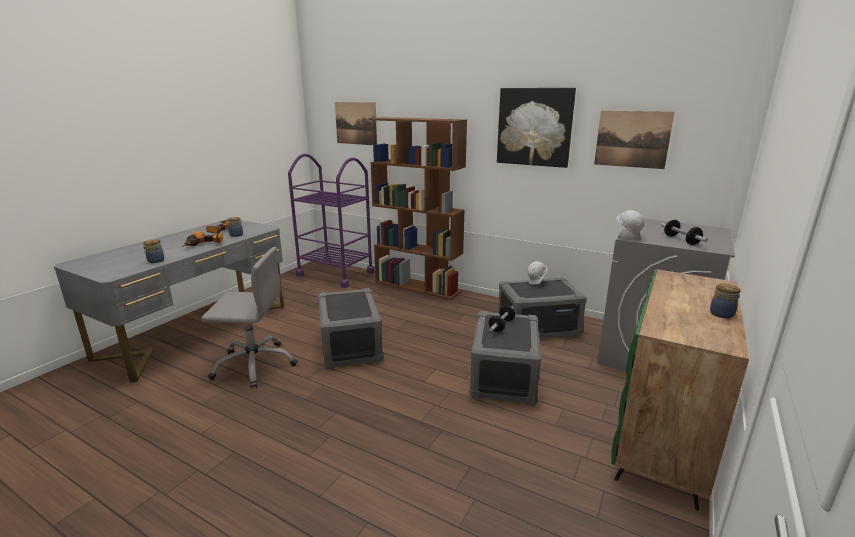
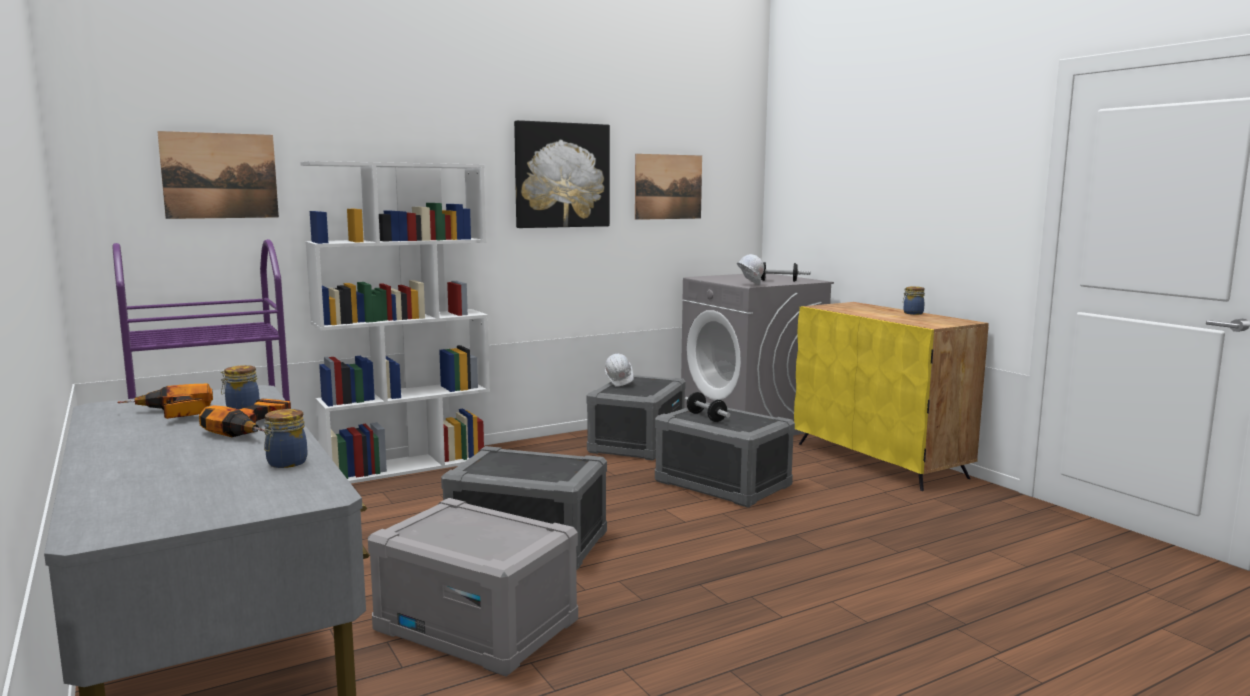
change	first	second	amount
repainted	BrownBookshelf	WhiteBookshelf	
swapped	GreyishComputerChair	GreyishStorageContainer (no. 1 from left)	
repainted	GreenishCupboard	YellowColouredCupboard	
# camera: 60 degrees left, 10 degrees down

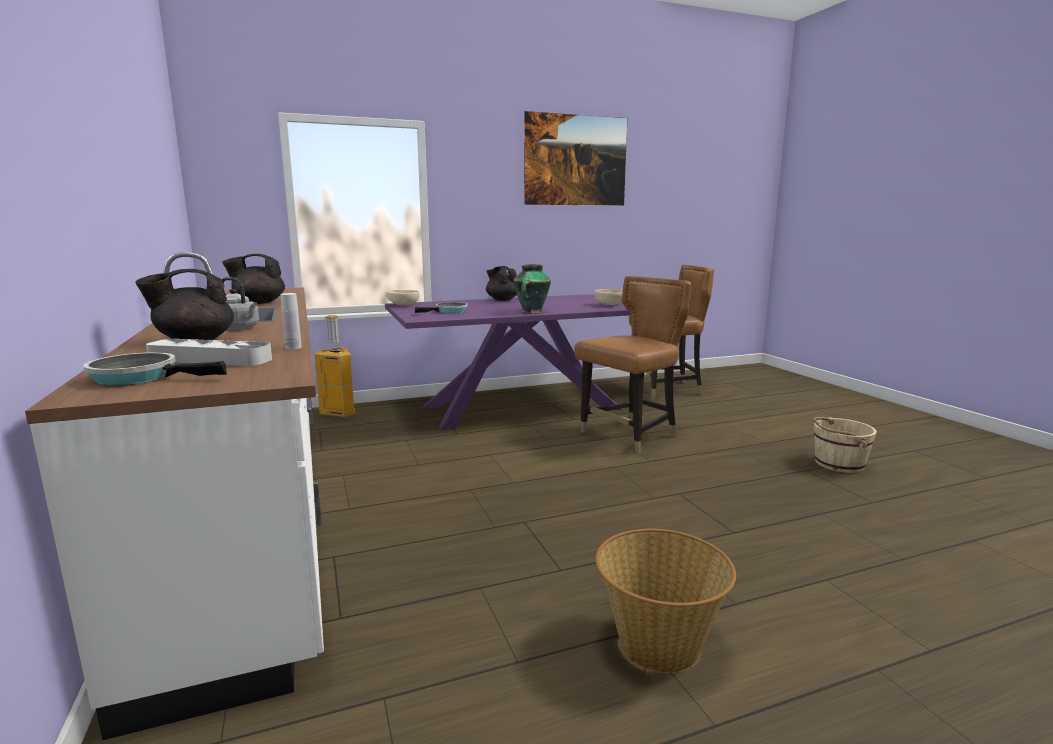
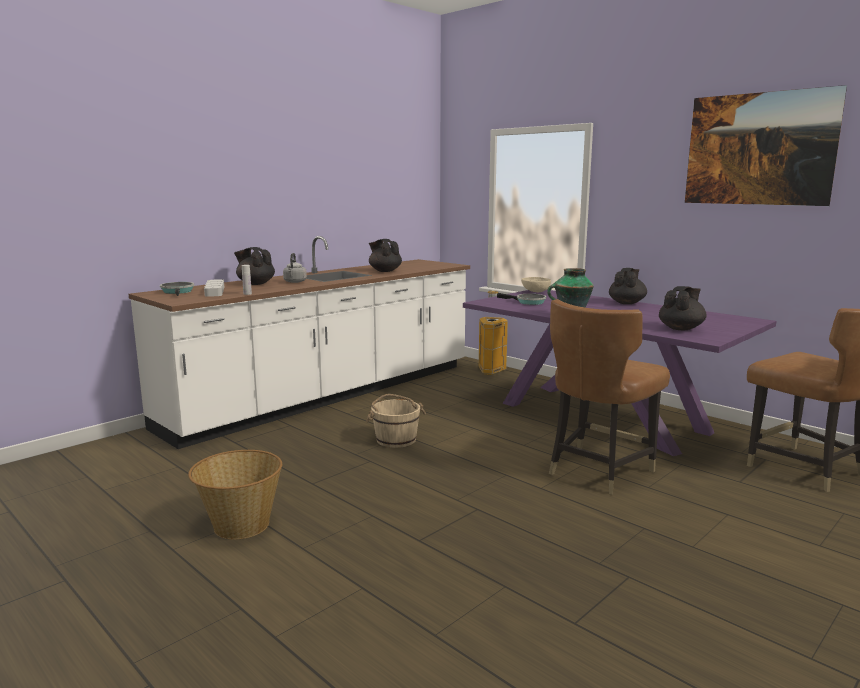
change	first	second	amount
shifted	BeigeWaterBucket		
rotated	BrownPlainChair (no. 1 from left)		105 degrees clockwise
swapped	BeigeServingBowl (no. 2 from left)	BlackColouredPotForTea (no. 4 from left)	
# camera: 65 degrees right, 0 degrees up

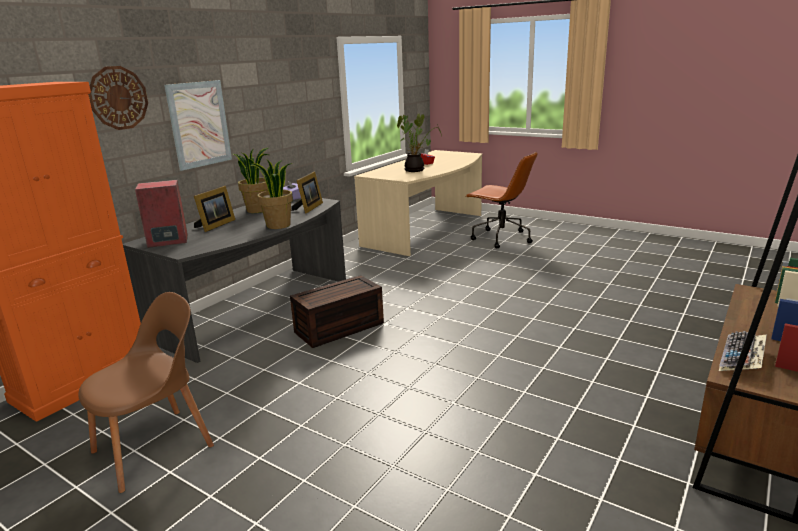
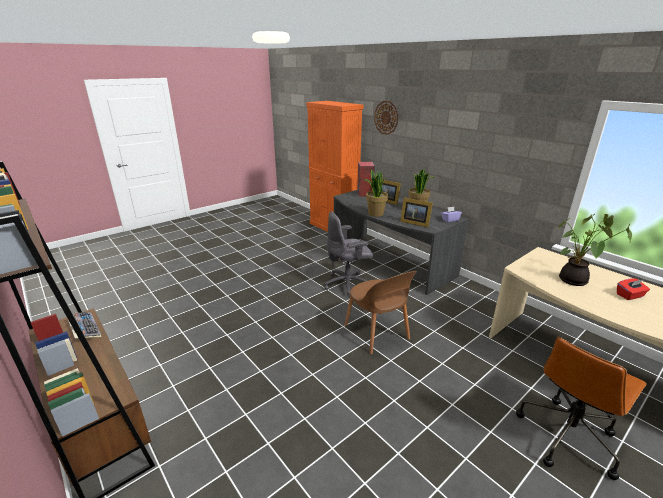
change	first	second	amount
swapped	BrownStorageContainer	GreyishComputerChair	
shifted	BrownPlainChair		
gone	Picture		
# camera: 105 degrees right, 5 degrees up

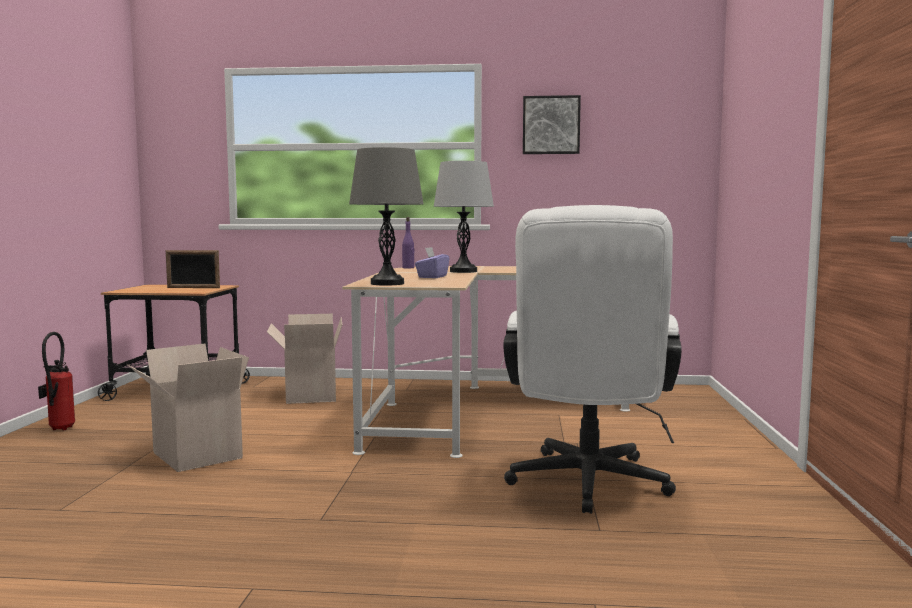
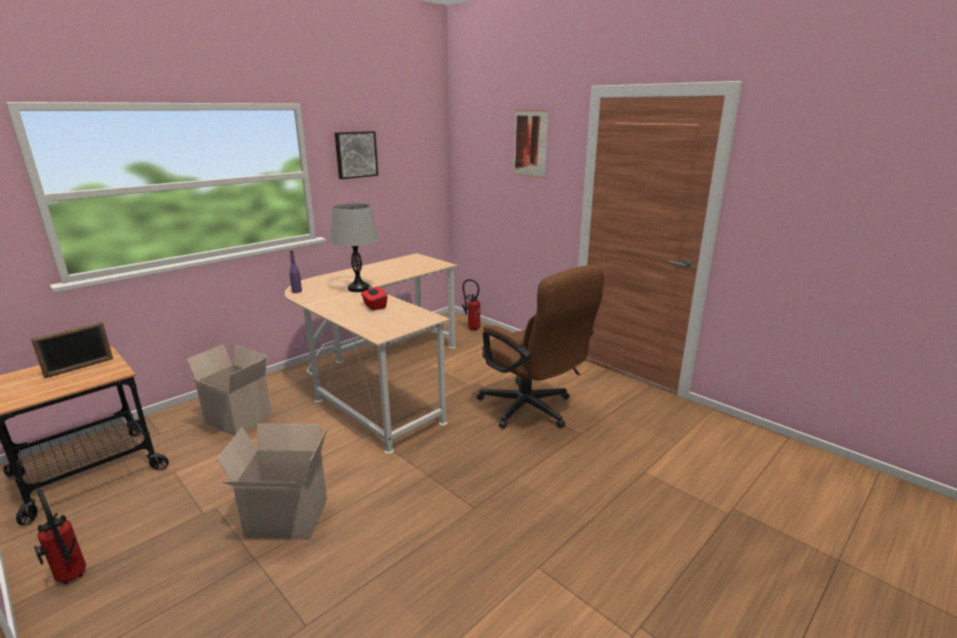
change	first	second	amount
repainted	PurplishTissueHolder	RedColouredTissueHolder	
new		FireFightingCylinder (no. 2 from left)	
repainted	WhiteComputerChair	BrownComputerChair	
new		Picture (no. 2 from left)	
gone	GreyishTableLamp (no. 1 from left)		
# camera: 50 degrees left, 15 degrees up

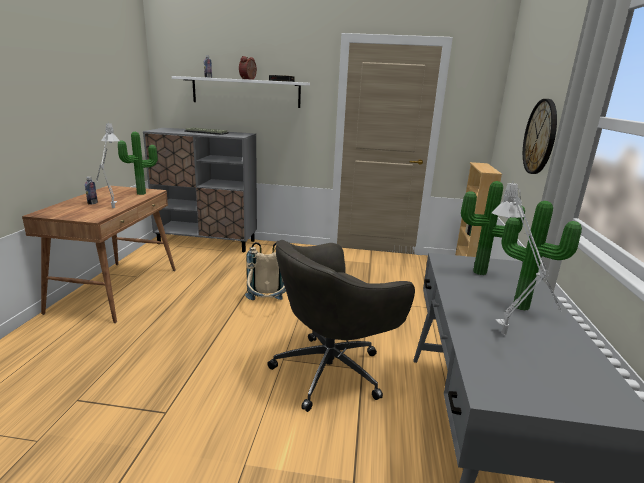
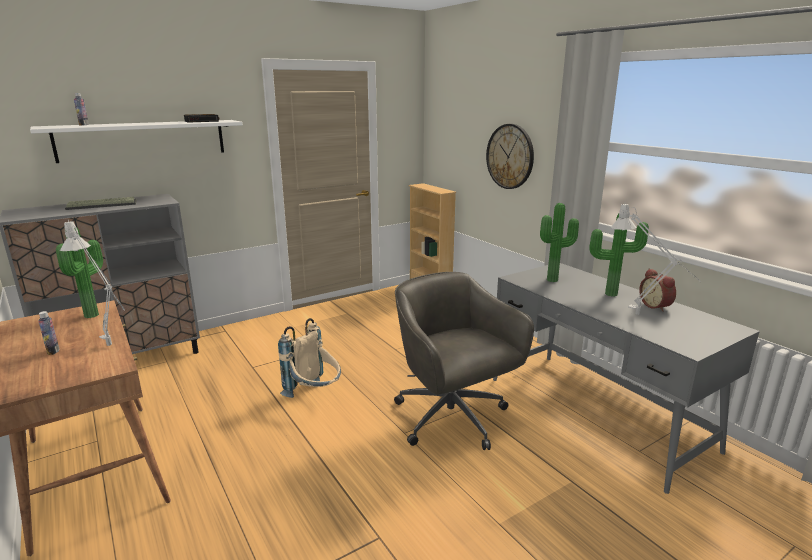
change	first	second	amount
rotated	GreyishComputerChair		135 degrees clockwise
shifted	BedsideClock (no. 1 from left in the first image)	BedsideClock (no. 2 from left)	
# camera: 40 degrees left, 0 degrees up

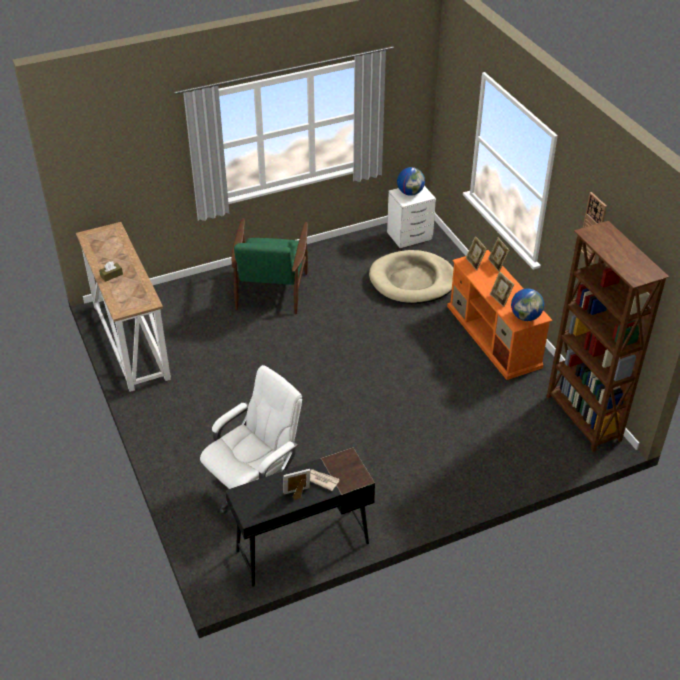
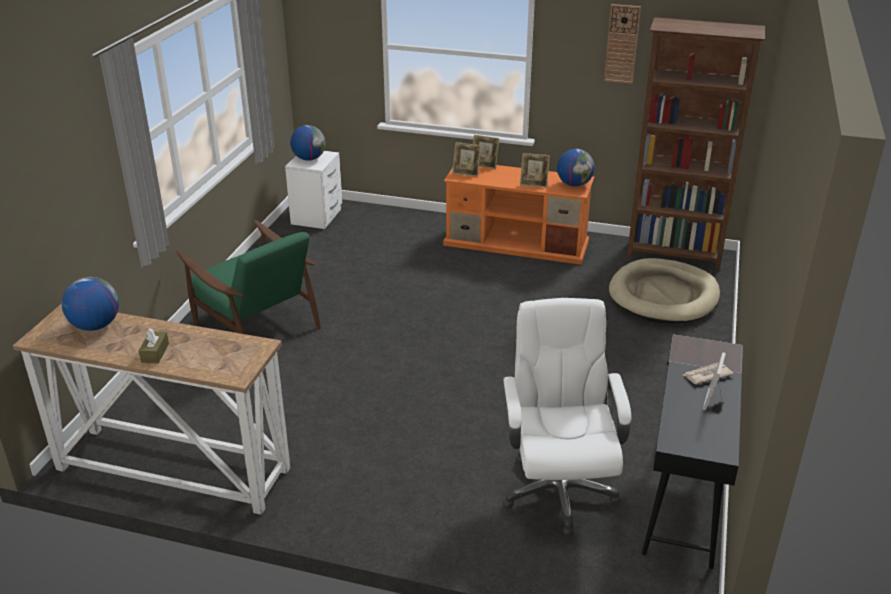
change	first	second	amount
new		DeskGlobe (no. 1 from left)	
shifted	BeigeDogBed		
# camera: 50 degrees left, 10 degrees down

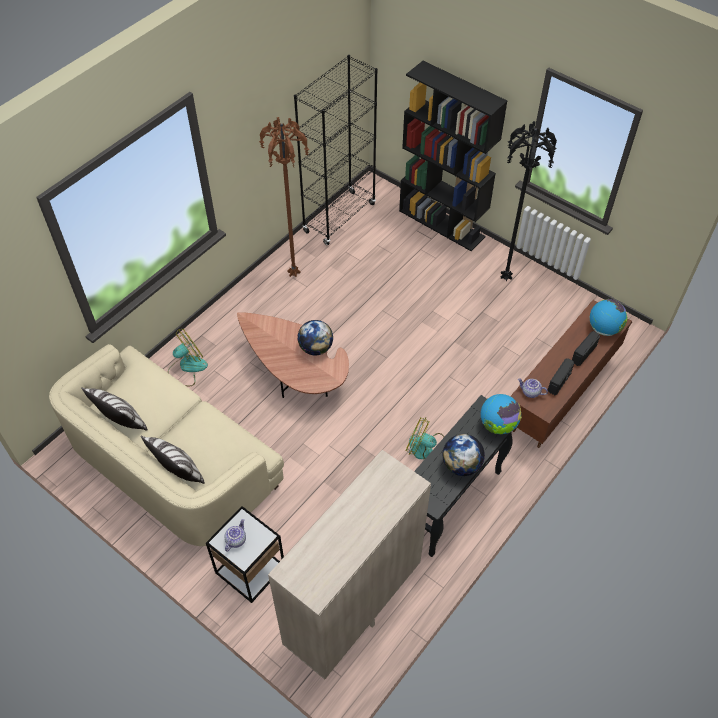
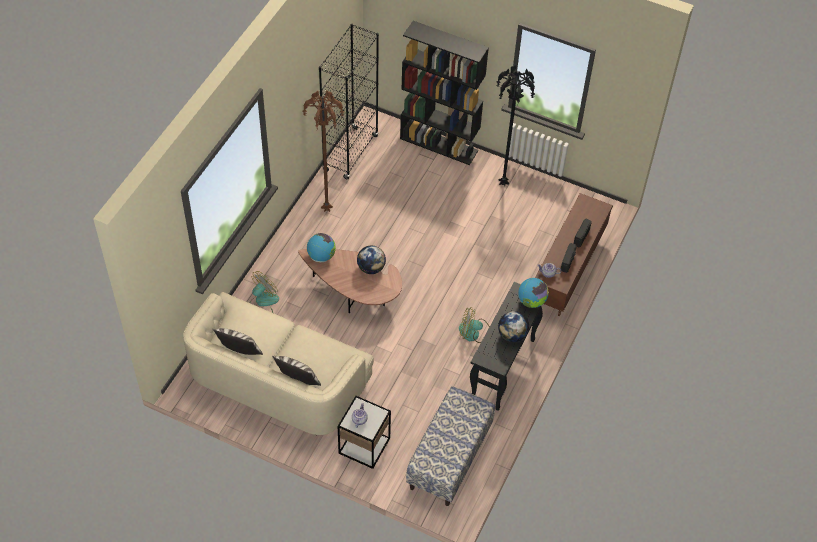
change	first	second	amount
shifted	DeskGlobe (no. 4 from left in the first image)	DeskGlobe (no. 1 from left)	
swapped	BeigeCupboard	Bench	
# camera: 15 degrees left, 0 degrees up

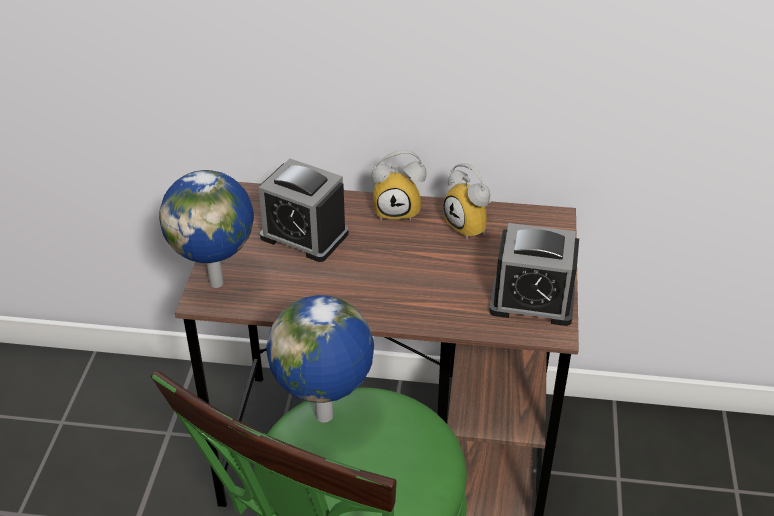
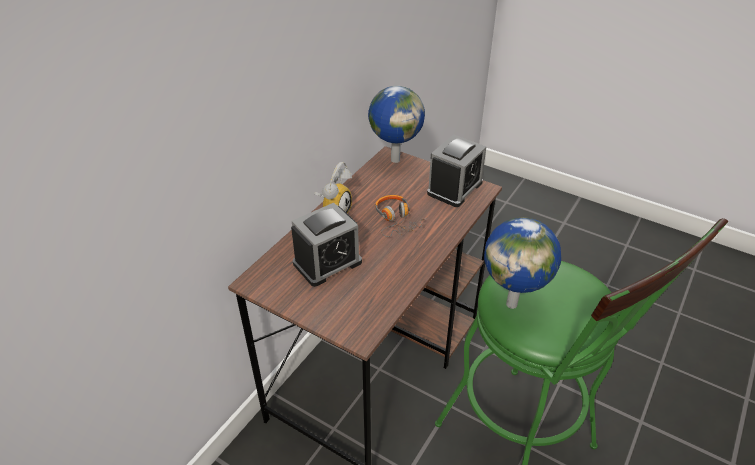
change	first	second	amount
shifted	DeskGlobe (no. 1 from left)		
new		Headset	
gone	BedsideClock (no. 3 from left)		
# camera: 65 degrees left, 0 degrees up

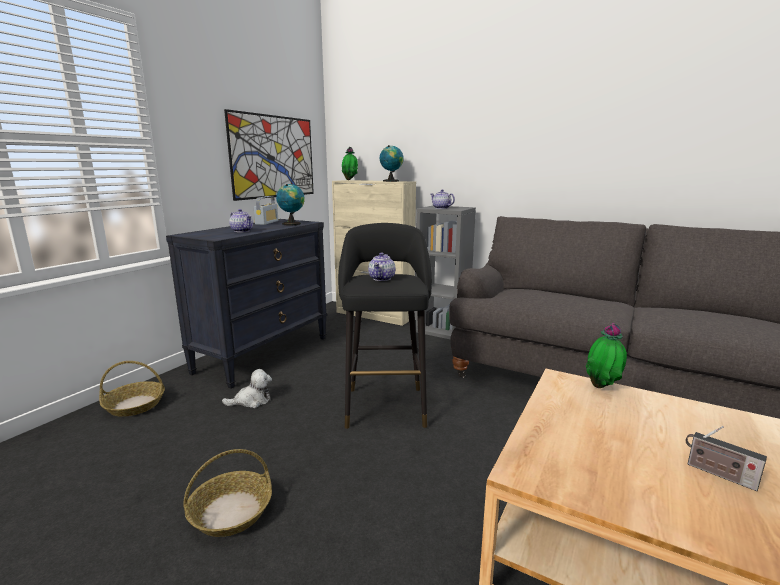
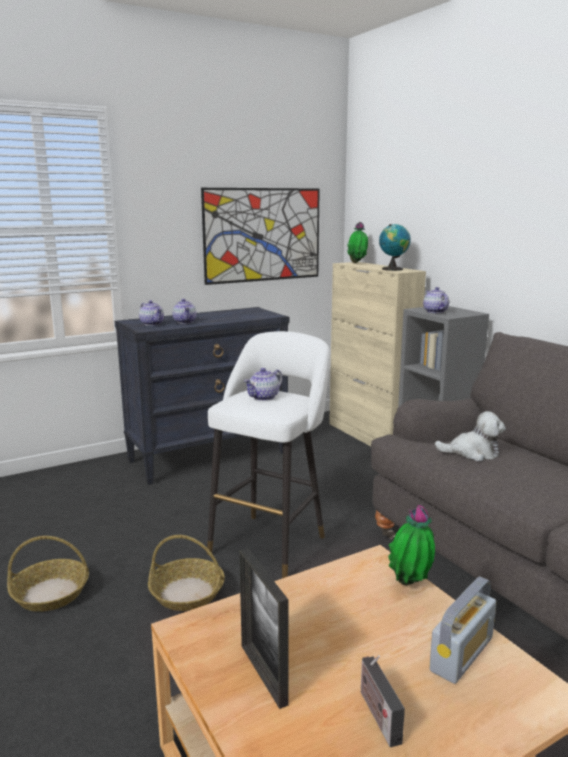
change	first	second	amount
new		PotForTea (no. 1 from left)	
shifted	StorageBasket (no. 1 from left in the first image)	StorageBasket (no. 2 from left)	
repainted	BlackColouredStool	WhiteStool	
new		PictureFrame	
shifted	RadioSet (no. 1 from left in the first image)	RadioSet (no. 2 from left)	
shifted	PlushToy		
gone	DeskGlobe (no. 1 from left)		
# camera: 30 degrees right, 0 degrees up

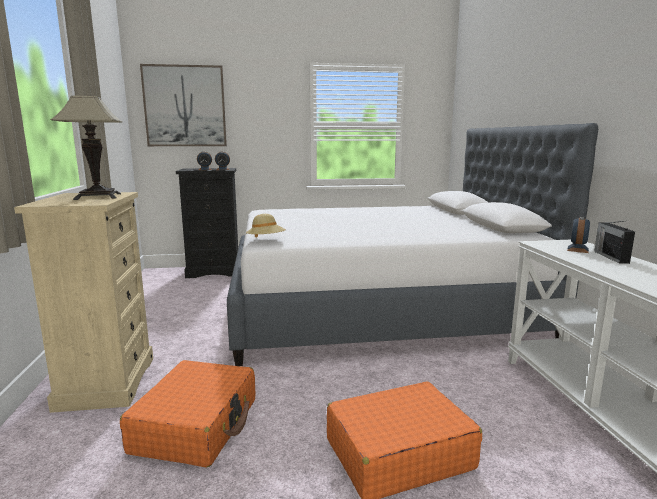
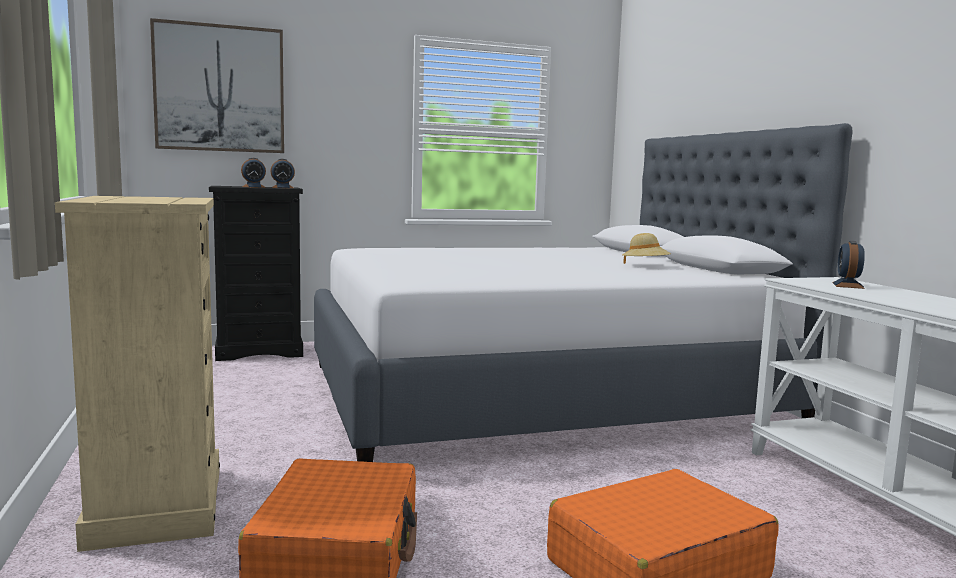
change	first	second	amount
shifted	BeigeHat		
gone	TableLamp		
gone	RadioSet		
# camera: 10 degrees left, 5 degrees down

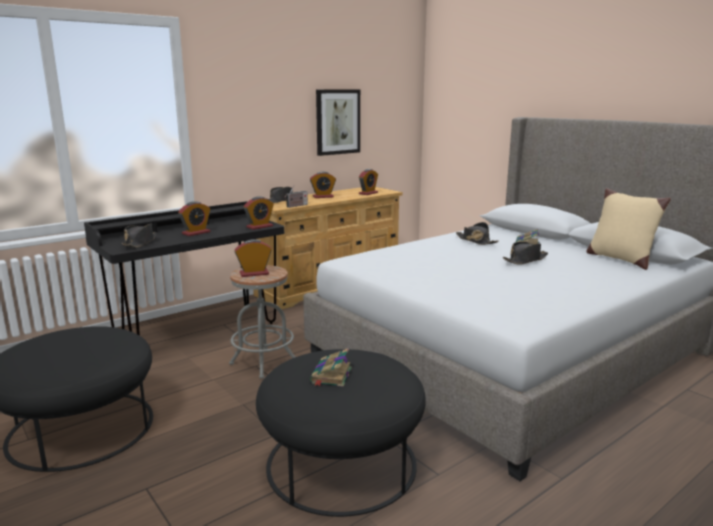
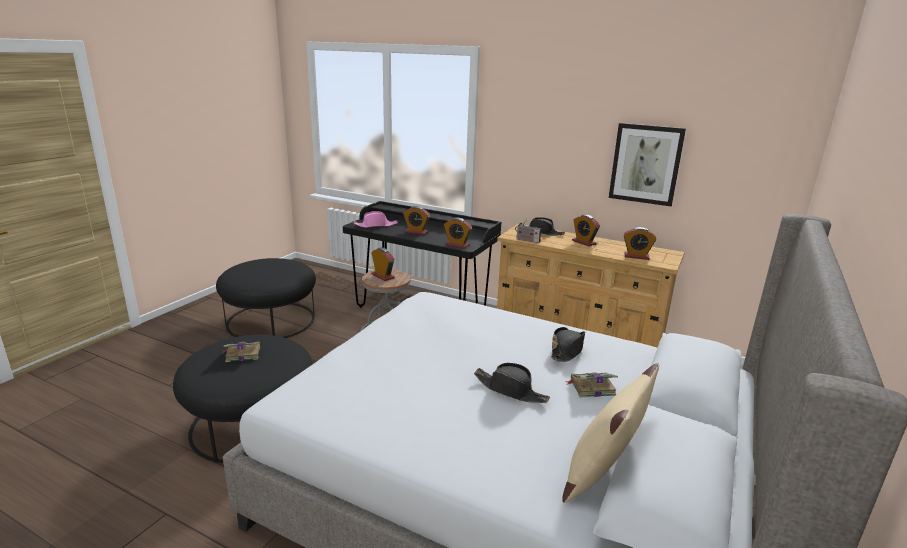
change	first	second	amount
repainted	BlackColouredHat (no. 1 from left)	PinkHat	
# camera: 65 degrees right, 5 degrees up

